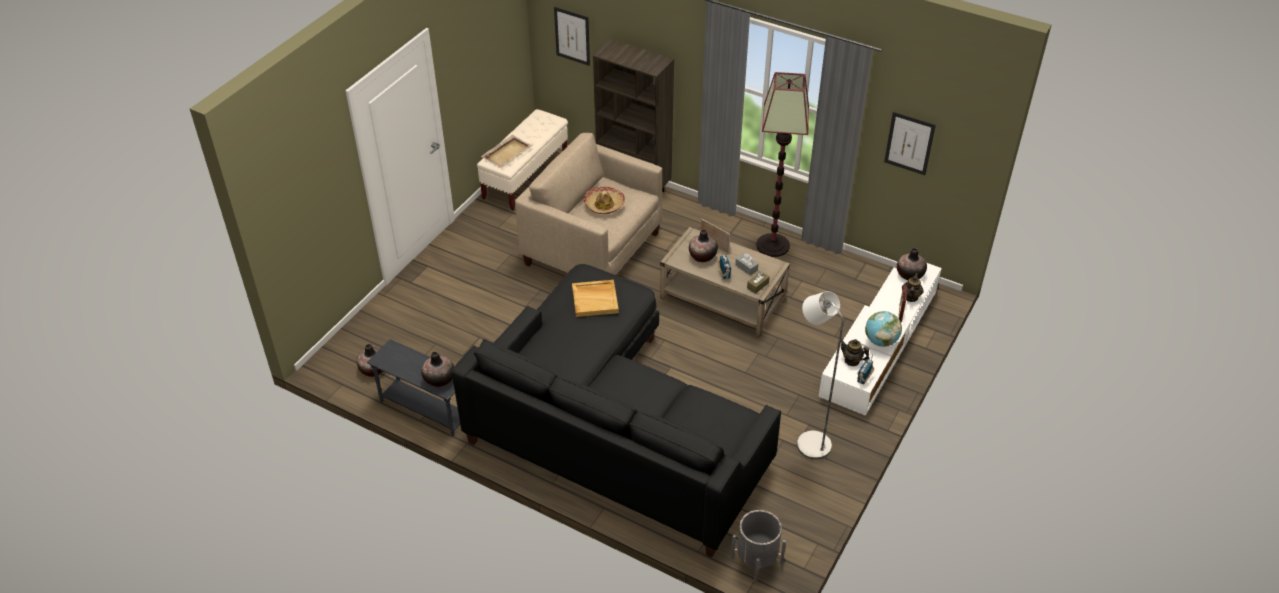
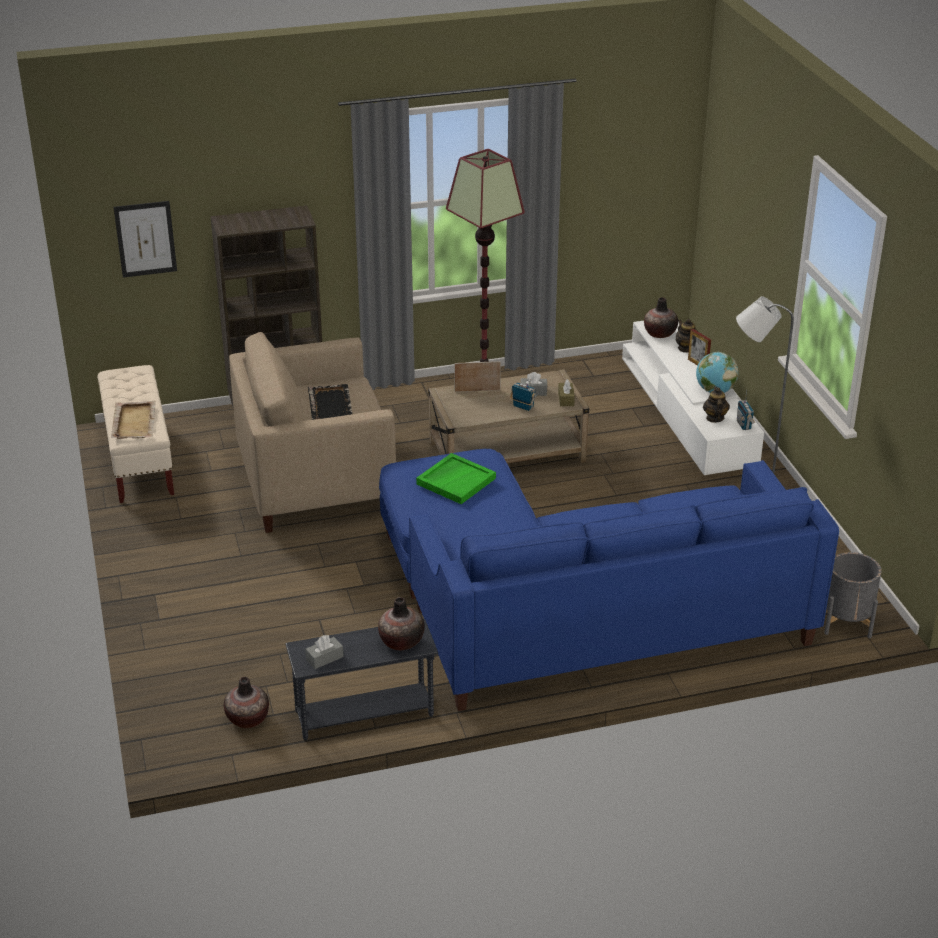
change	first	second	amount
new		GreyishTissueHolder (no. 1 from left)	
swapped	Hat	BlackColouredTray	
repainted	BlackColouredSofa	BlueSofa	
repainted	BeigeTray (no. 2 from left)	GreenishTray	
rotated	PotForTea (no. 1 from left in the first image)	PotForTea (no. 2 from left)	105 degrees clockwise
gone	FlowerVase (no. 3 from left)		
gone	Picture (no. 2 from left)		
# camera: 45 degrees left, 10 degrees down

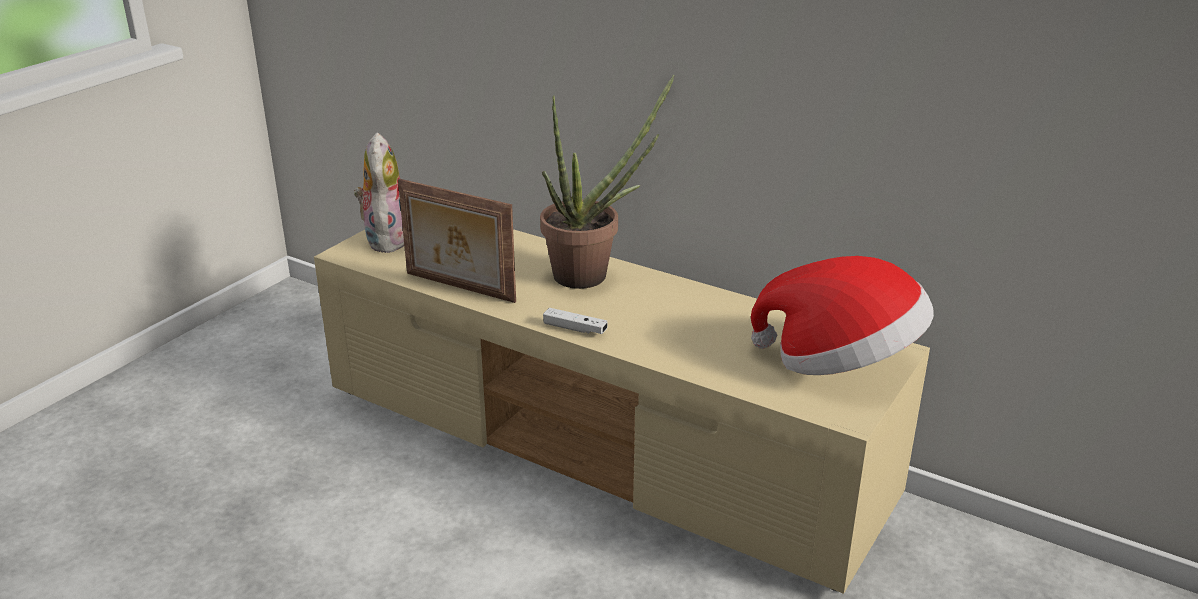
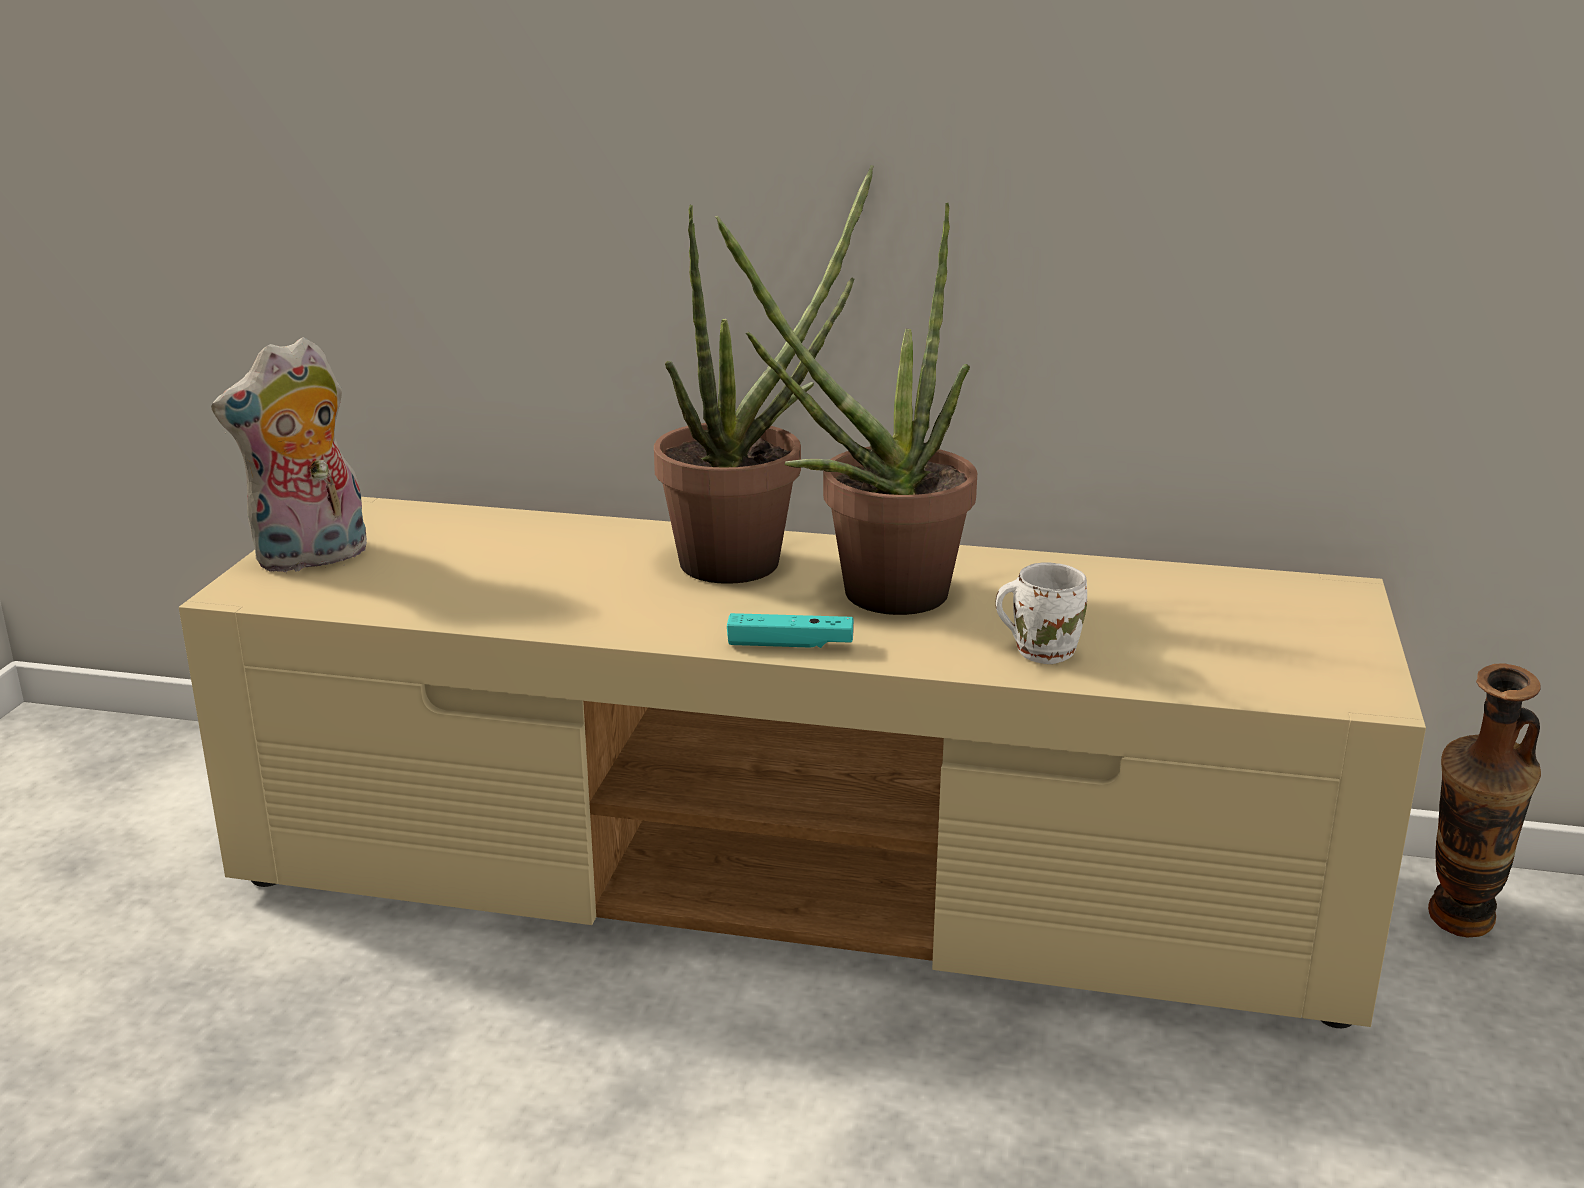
change	first	second	amount
rotated	PlushToy		105 degrees counterclockwise
new		PottedPlant (no. 2 from left)	
repainted	WhiteGamepad	BlueGreenGamepad	
new		WhiteTeaMug	
new		FlowerVase	
gone	PictureFrame		
gone	Hat		
# camera: 20 degrees left, 5 degrees down

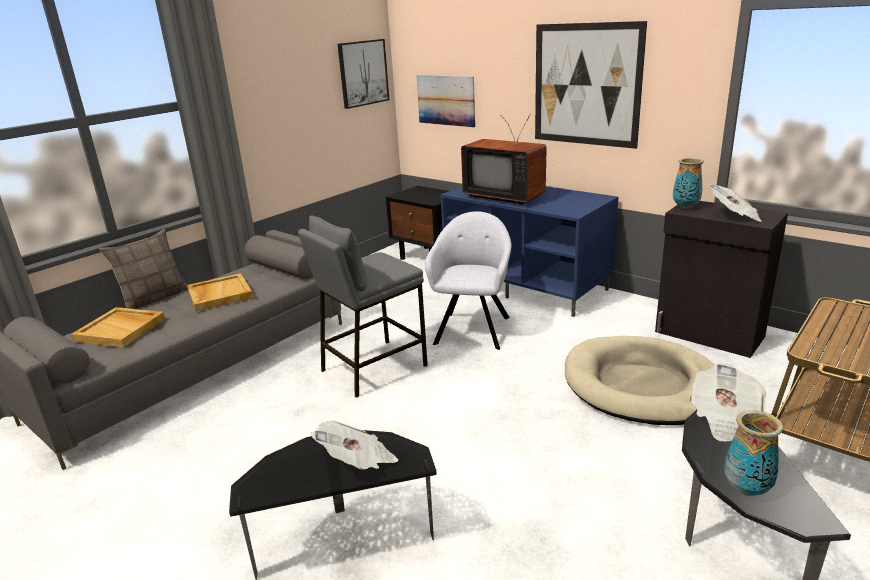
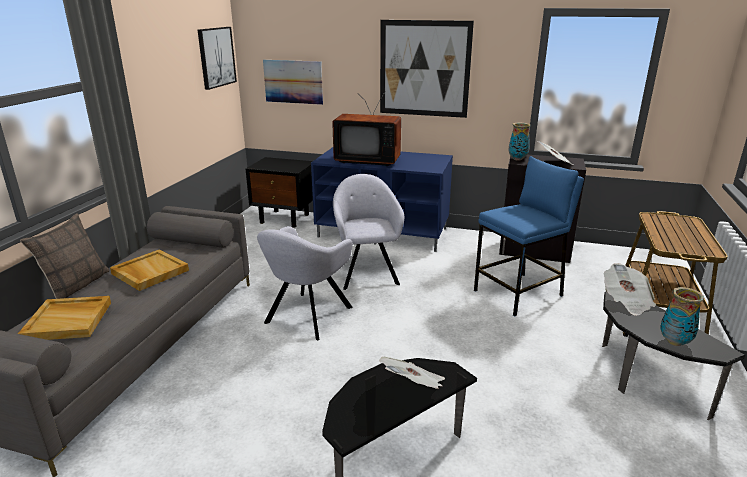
change	first	second	amount
swapped	GreyishStool	GreyishArmchair (no. 1 from left)	
swapped	BeigeDogBed	BlueStool	
# camera: 25 degrees left, 0 degrees up

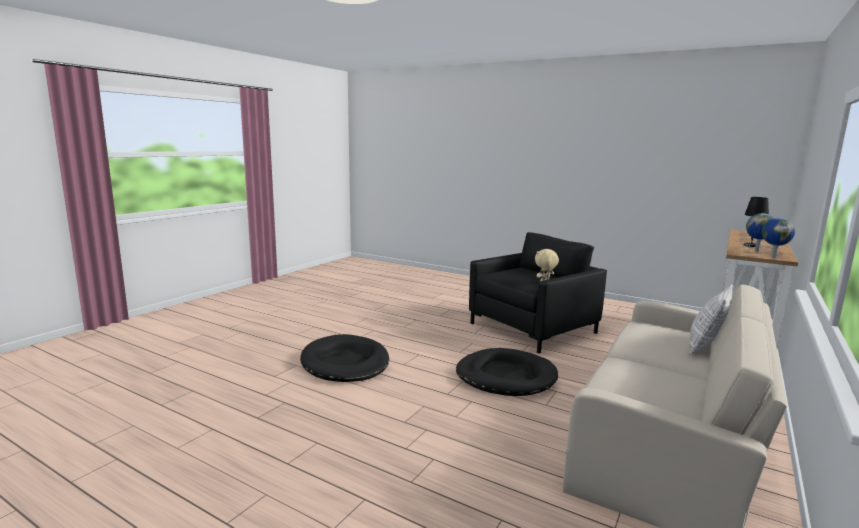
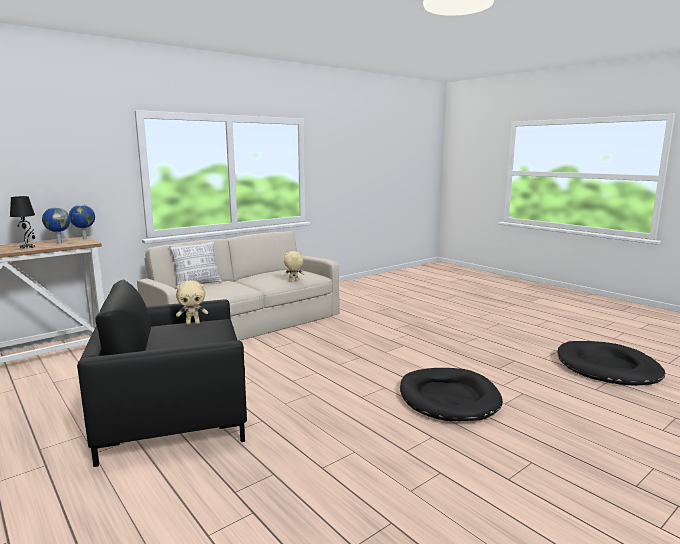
change	first	second	amount
new		BeigePlushToy (no. 2 from left)	
shifted	BlackColouredDogBed (no. 2 from left)		
# camera: 160 degrees left, 0 degrees up

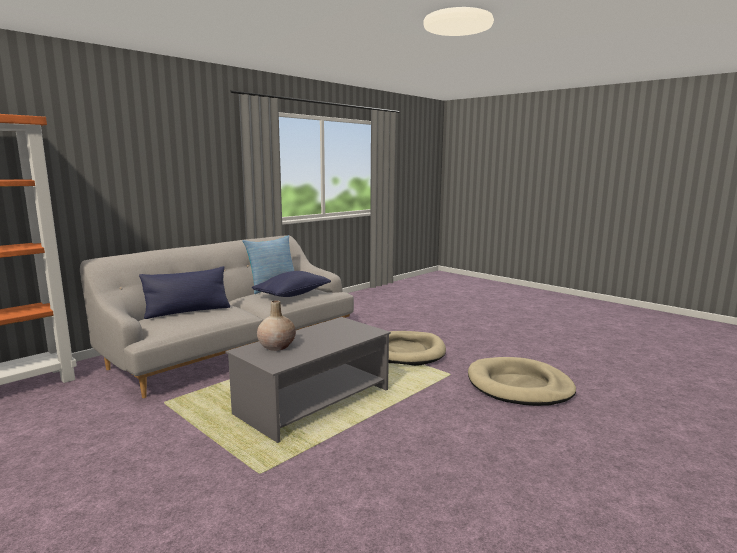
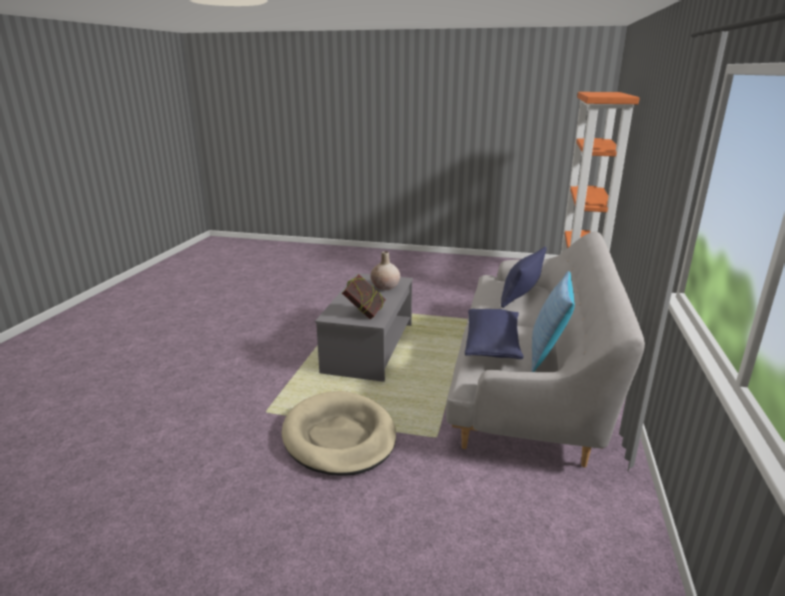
change	first	second	amount
new		Volume	
gone	BeigeDogBed (no. 2 from left)		
# camera: 150 degrees right, 10 degrees up

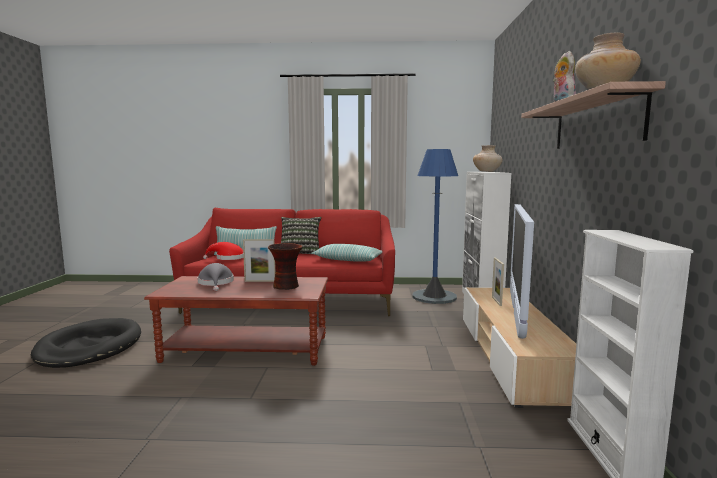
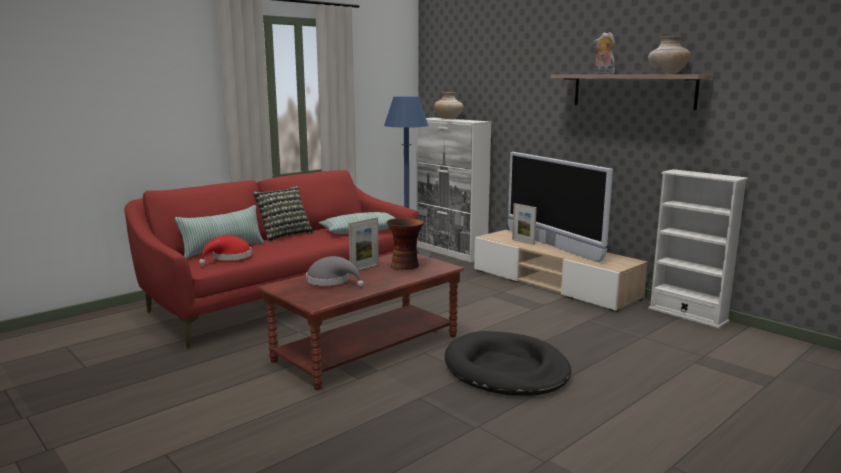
change	first	second	amount
shifted	BlackColouredDogBed		
# camera: 45 degrees left, 5 degrees up

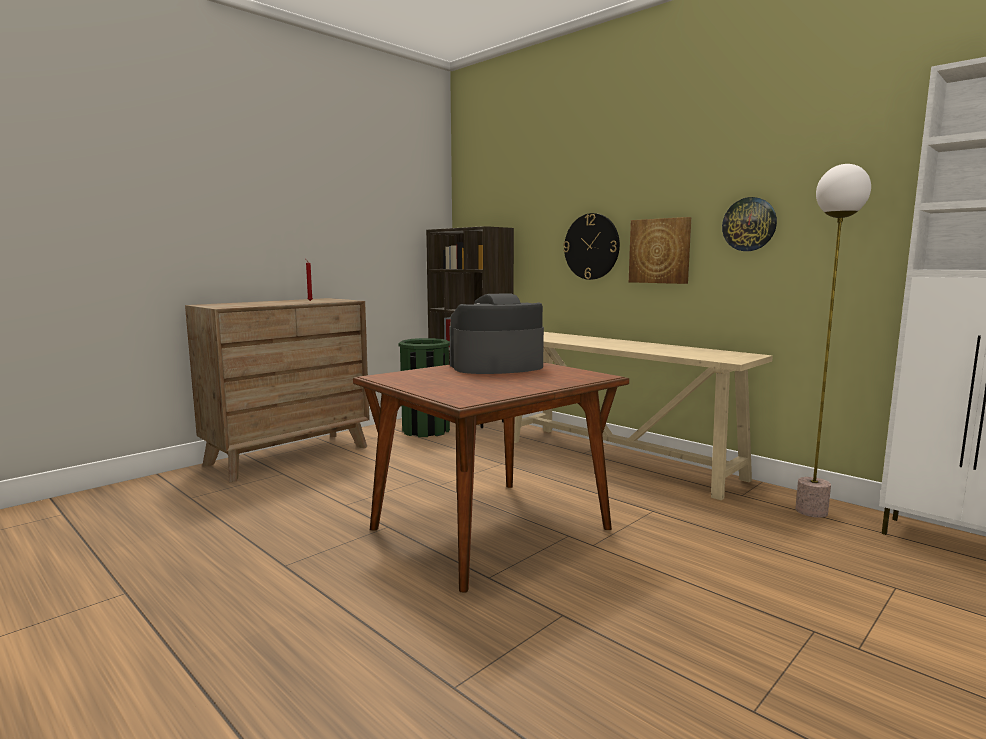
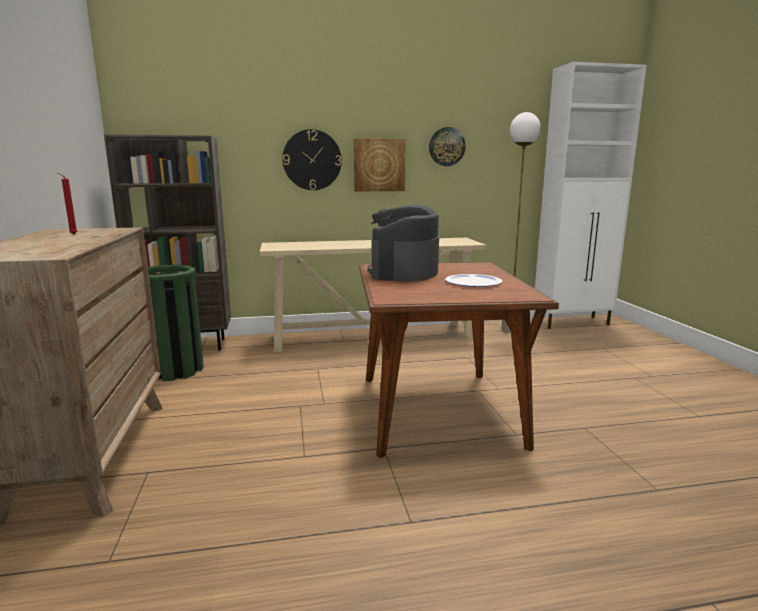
change	first	second	amount
new		Plate	
# camera: 55 degrees left, 5 degrees up

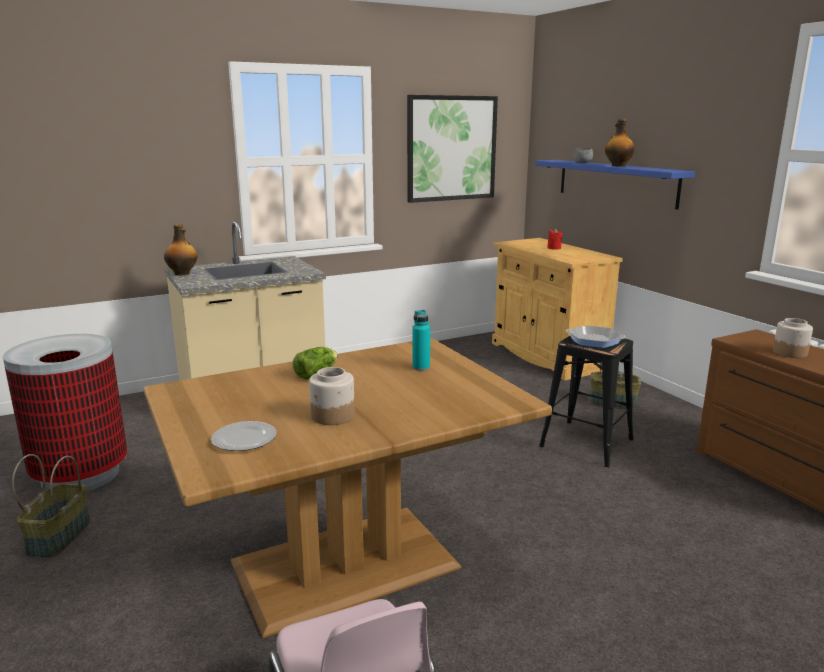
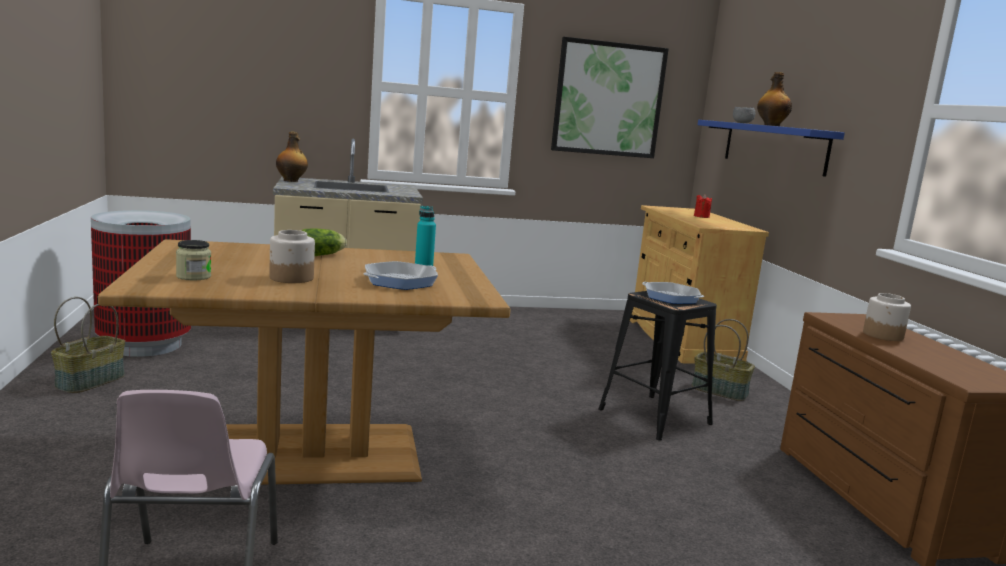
change	first	second	amount
swapped	Plate	StorageJar (no. 1 from left)	
new		FryingPan (no. 1 from left)	
# camera: 15 degrees right, 5 degrees down

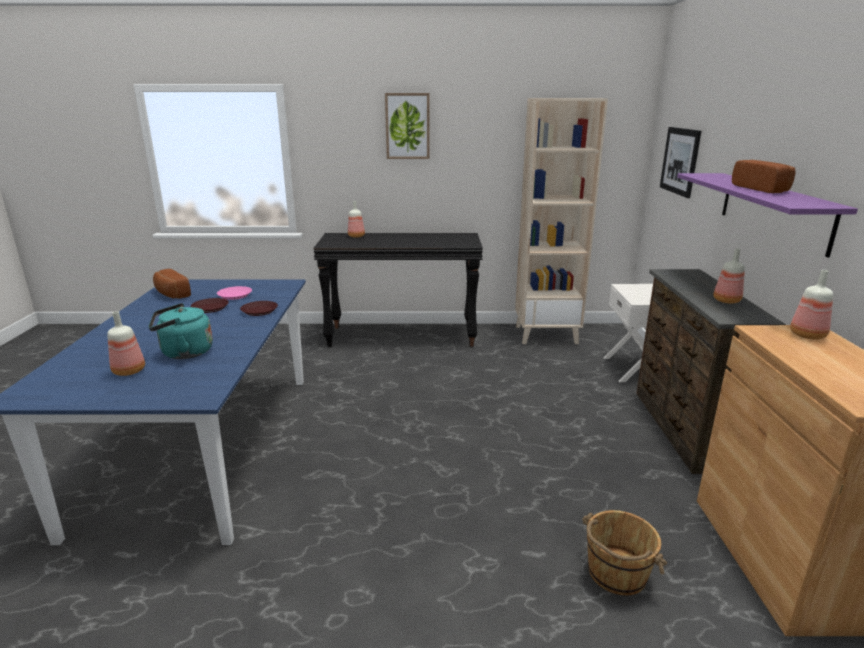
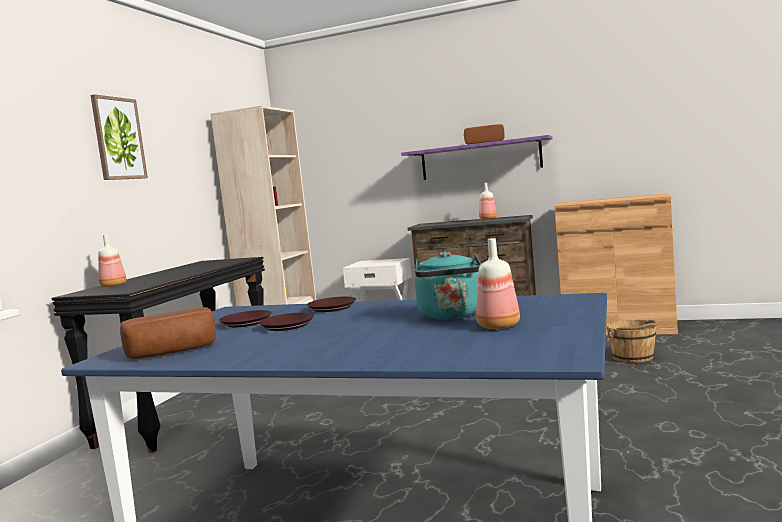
change	first	second	amount
repainted	PinkPlate	BrownPlate (no. 1 from left)	
gone	Picture (no. 2 from left)		
gone	BeverageBottle (no. 4 from left)		
# camera: 70 degrees left, 15 degrees down

